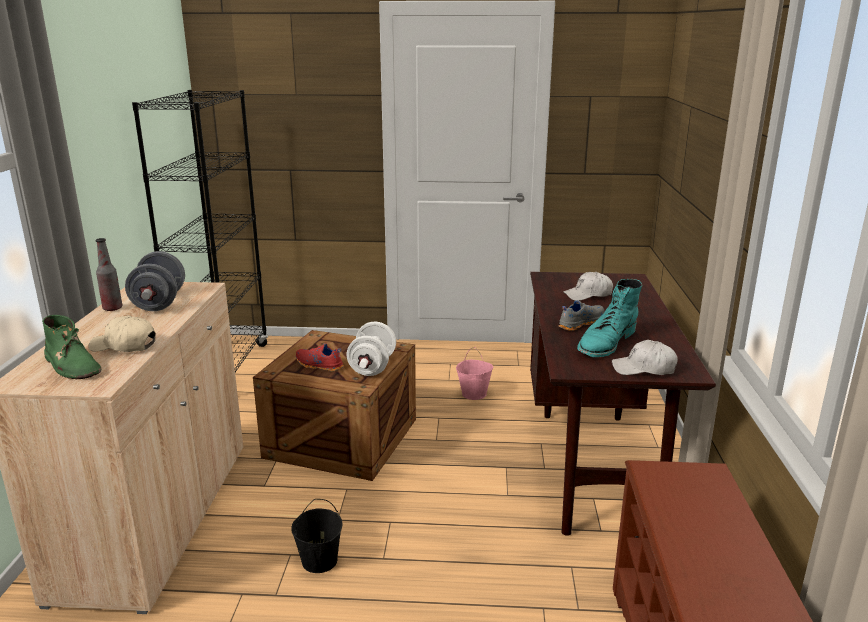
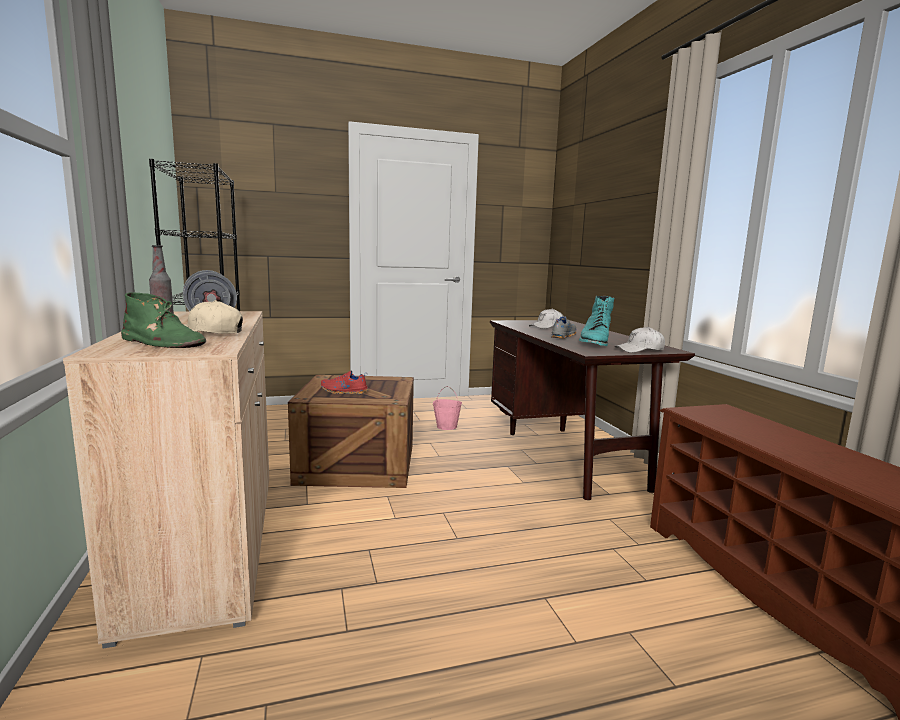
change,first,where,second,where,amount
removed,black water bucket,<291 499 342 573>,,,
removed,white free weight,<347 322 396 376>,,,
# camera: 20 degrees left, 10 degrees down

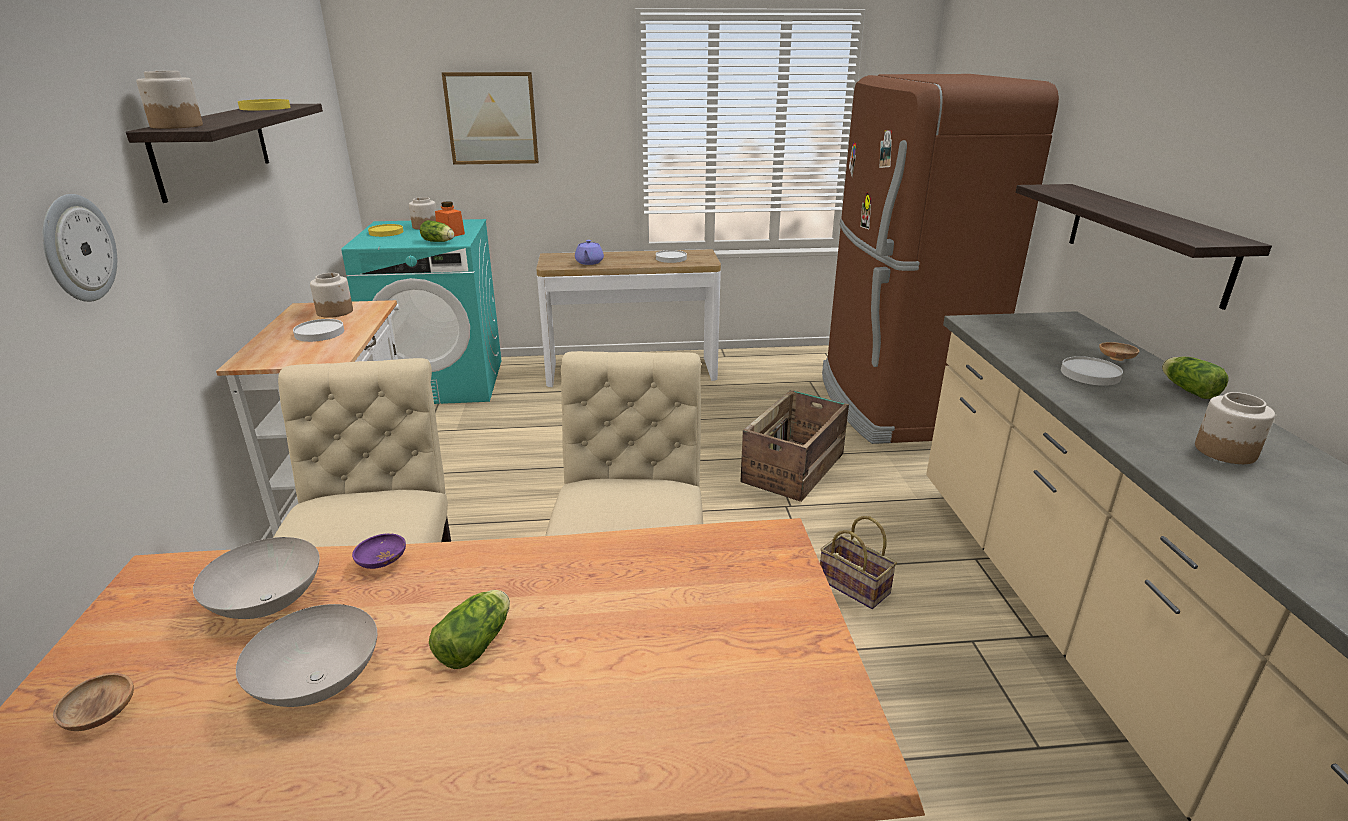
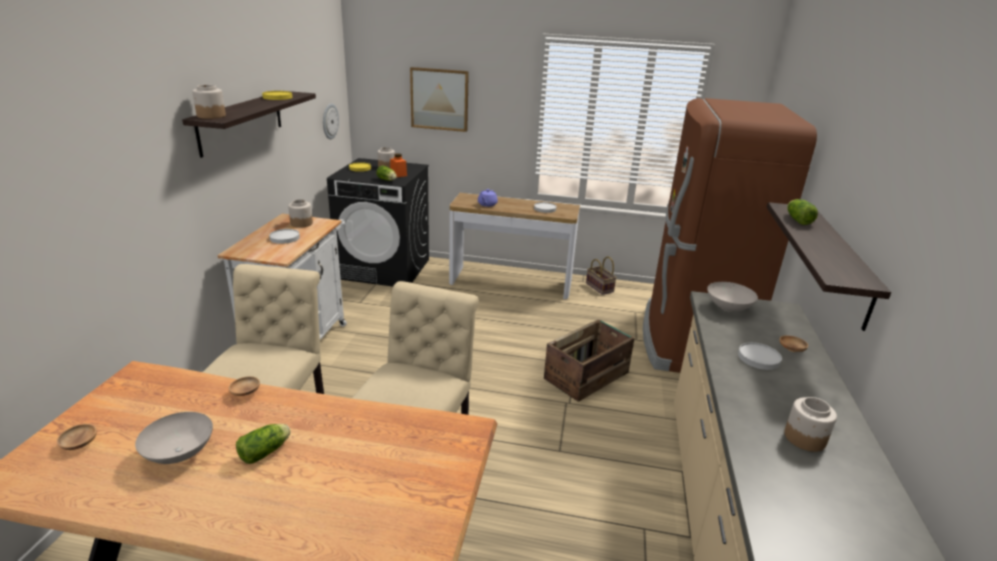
change,first,where,second,where,amount
recoloured,purple bowl,<352 533 406 569>,brownish bowl,<229 376 260 396>,
moved,hanging clock,<42 194 117 302>,,<323 103 339 139>,
recoloured,turquoise-coloured laundry appliance,<341 219 501 404>,black laundry appliance,<327 158 429 286>,
moved,basket,<820 516 897 609>,,<586 257 617 295>,
moved,white bowl,<193 537 320 619>,,<707 282 758 312>,
moved,lettuce head,<1162 356 1229 399>,,<787 199 818 225>,
# camera: 15 degrees right, 0 degrees up

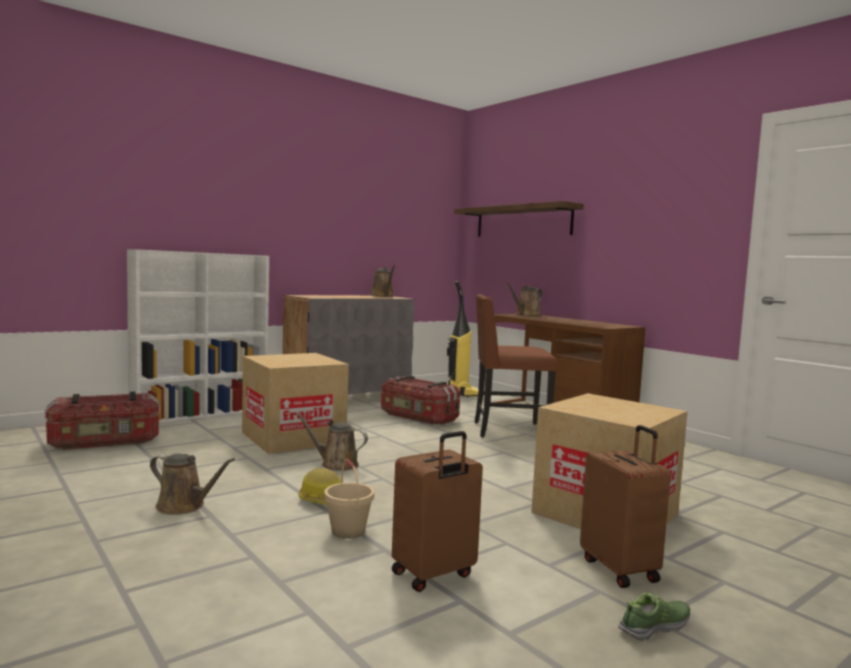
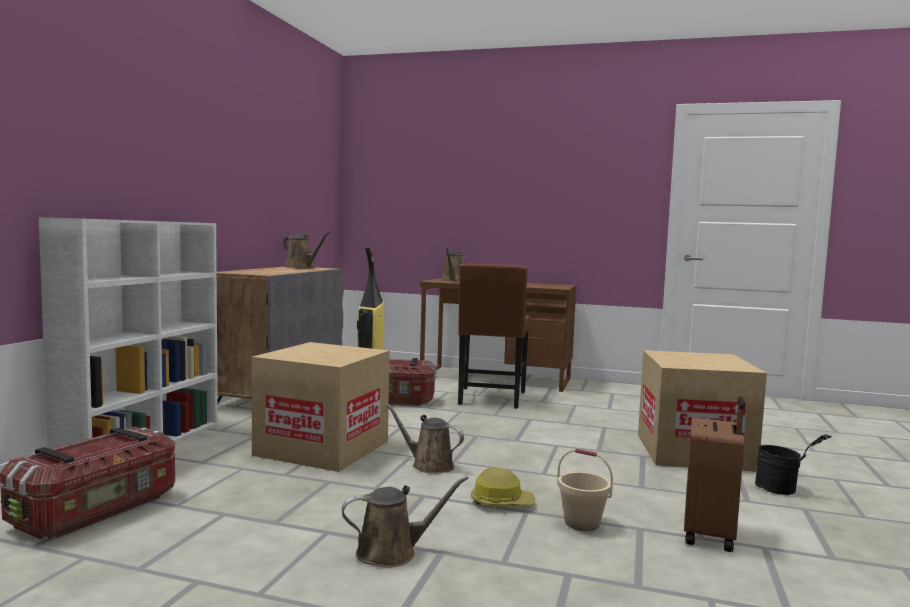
change,first,where,second,where,amount
turned,brownish watering pot,<295 412 368 471>,,<386 404 464 473>,45 degrees clockwise
turned,brownish upright chair,<475 294 557 438>,,<458 264 530 409>,45 degrees counterclockwise
replaced,brownish travel case,<580 425 671 588>,black water bucket,<755 434 832 495>,
removed,shelf,<454 201 584 237>,,,
removed,item of footwear,<618 593 690 641>,,,
# camera: 35 degrees left, 0 degrees up

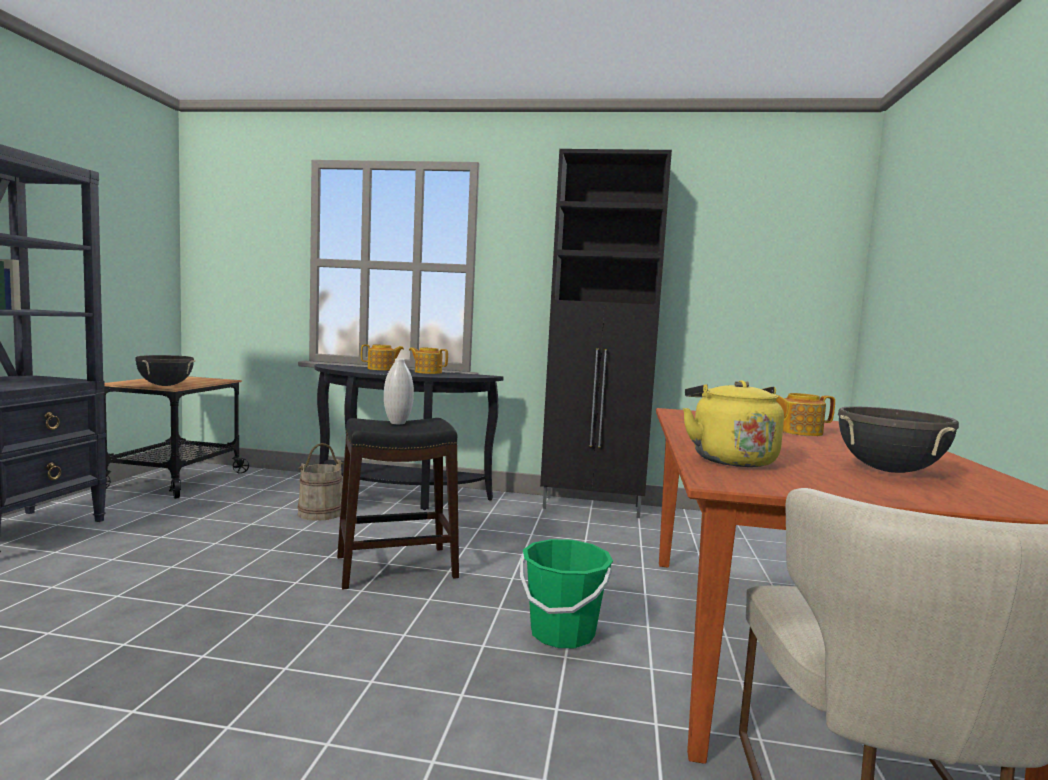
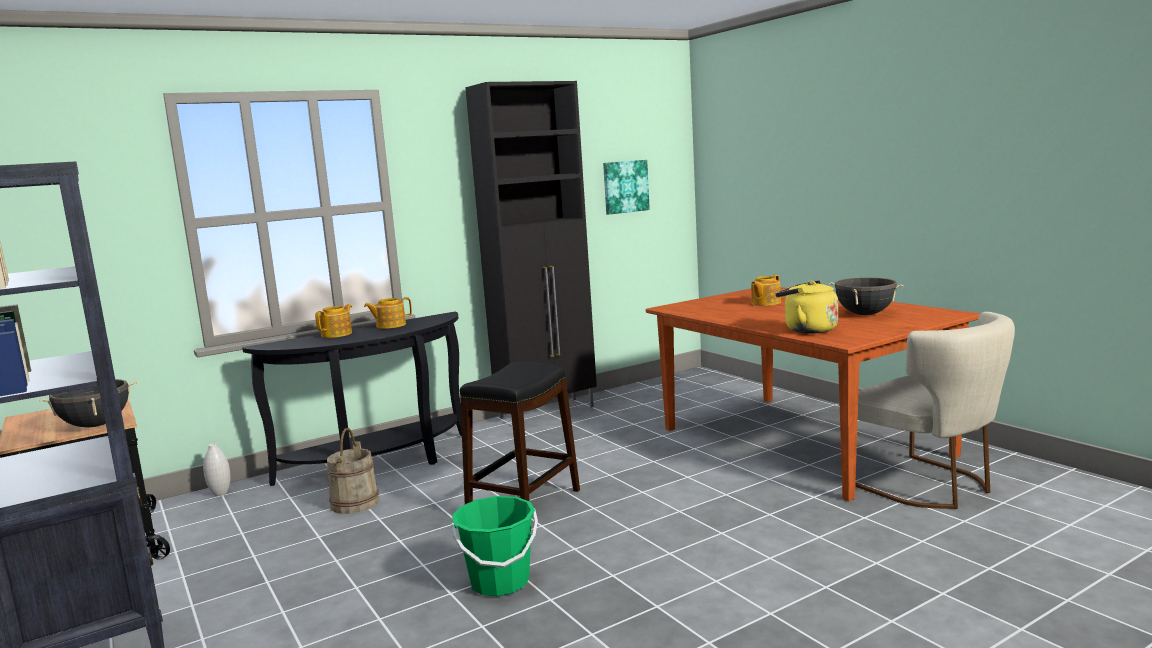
change,first,where,second,where,amount
moved,white vase,<384 358 414 424>,,<203 443 230 496>,
moved,greenish water bucket,<520 539 613 648>,,<451 496 538 596>,
added,,,wall art,<603 160 650 215>,
# camera: 40 degrees left, 5 degrees up

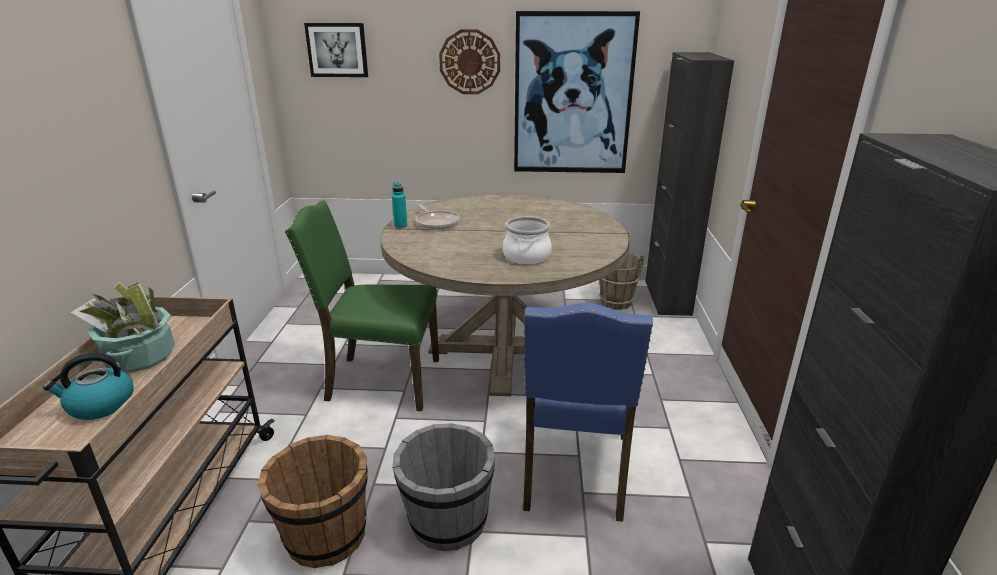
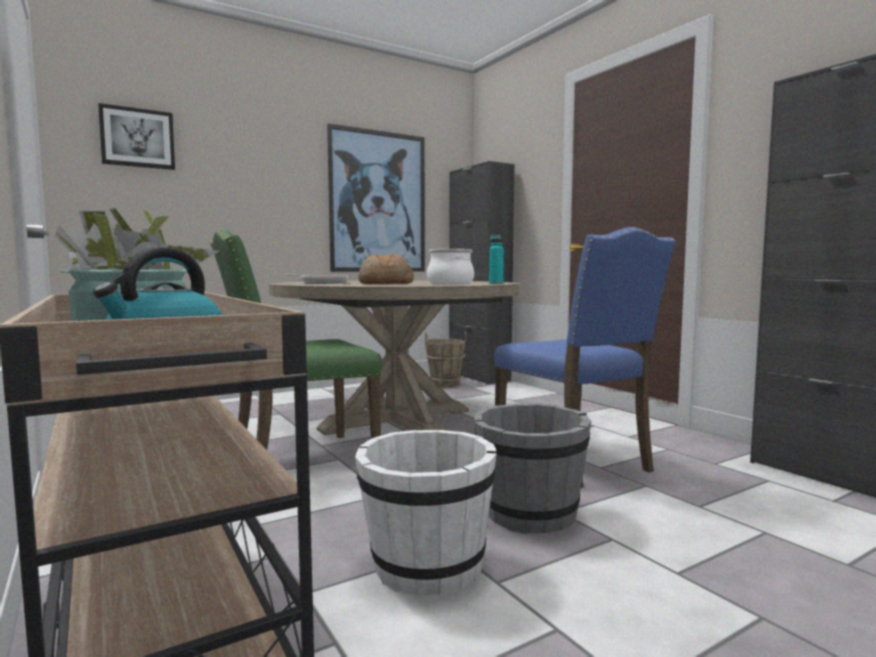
change,first,where,second,where,amount
recoloured,brownish water bucket,<258 435 368 568>,white water bucket,<355 430 497 595>,
added,,,bakery bread,<358 254 414 284>,
moved,turquoise-coloured bottle,<392 182 407 228>,,<489 234 504 284>,
removed,hanging clock,<439 29 500 94>,,,
# camera: 35 degrees left, 20 degrees down

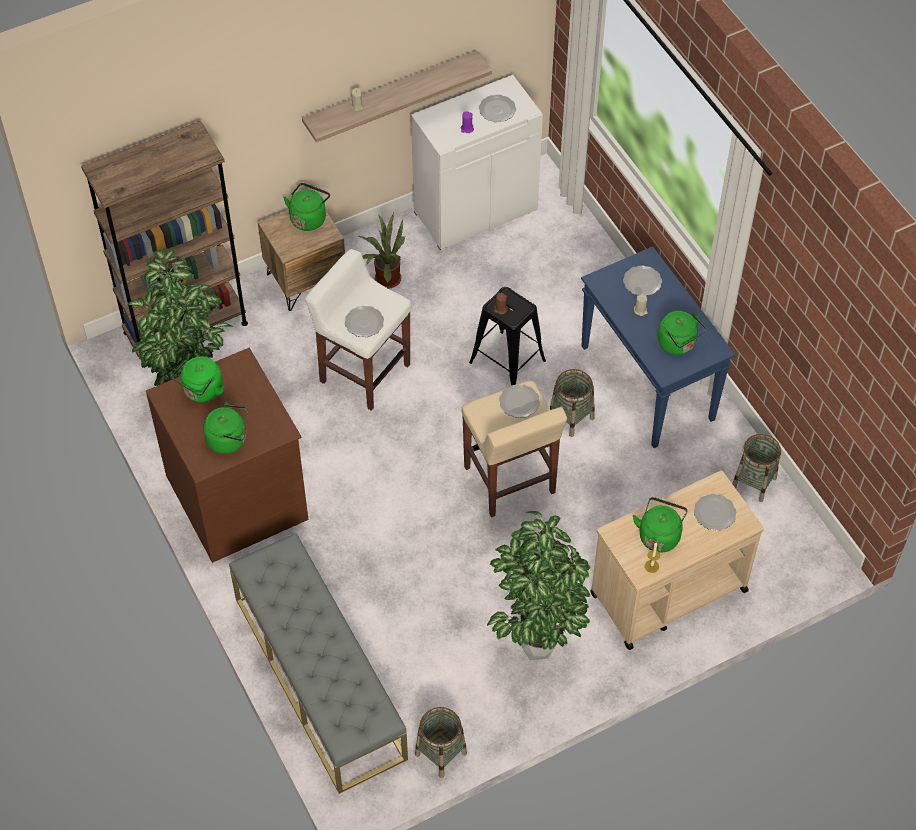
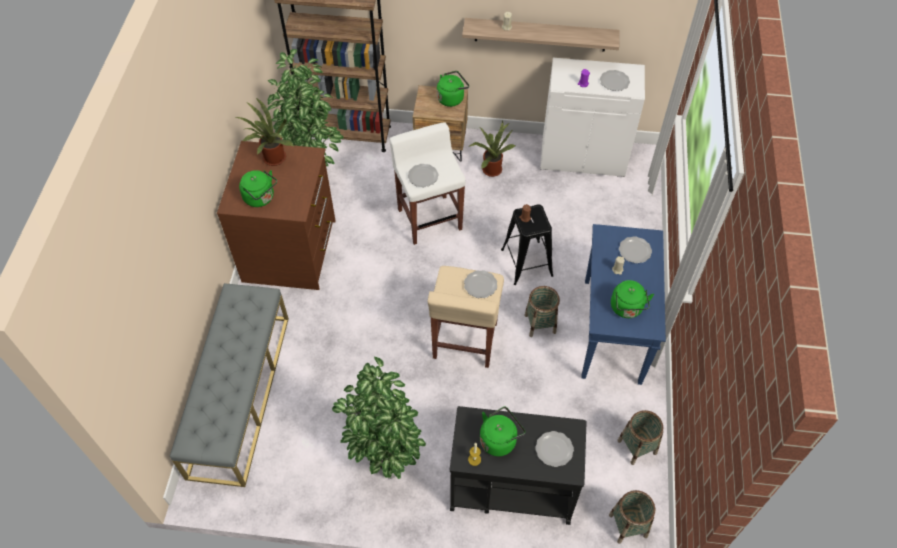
change,first,where,second,where,amount
replaced,greenish water kettle,<172 356 224 402>,houseplant,<235 98 294 166>,
recoloured,beige trolley,<590 471 764 650>,black trolley,<450 406 587 525>,
moved,basket,<415 707 467 778>,,<609 490 655 544>,
# camera: 35 degrees right, 0 degrees up

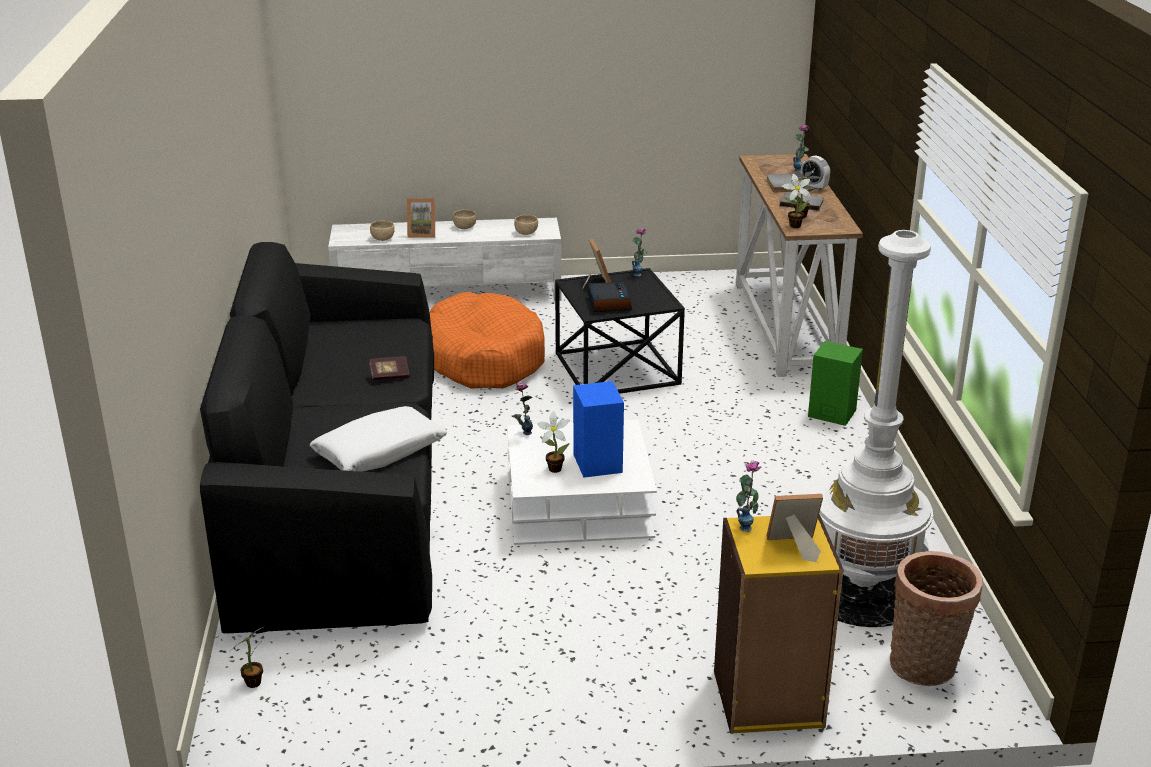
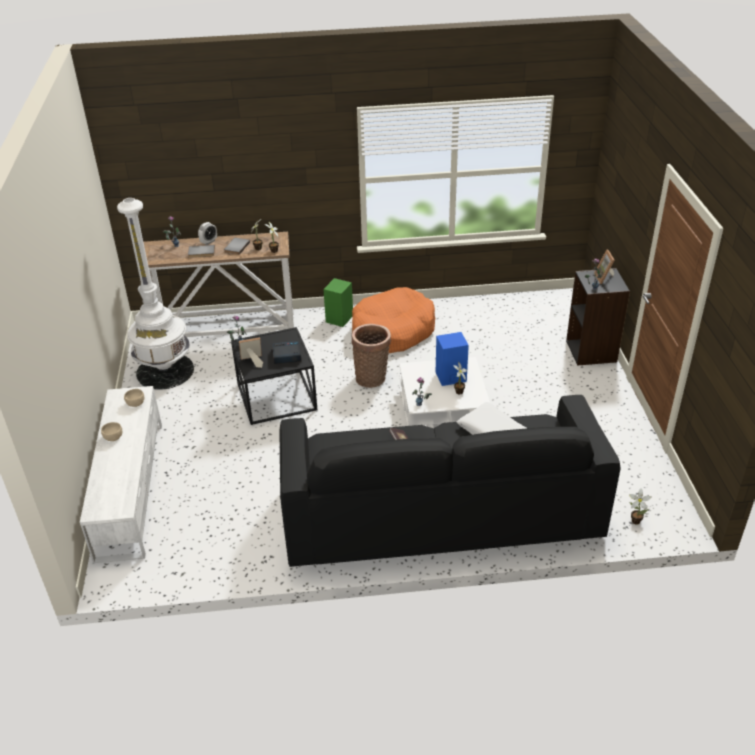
change,first,where,second,where,amount
moved,white standard lamp,<815 230 933 627>,,<117 198 194 390>,
moved,basket,<890 551 983 686>,,<351 324 391 388>,
moved,orange-coloured dog cushion,<430 292 545 389>,,<352 287 435 353>,
recoloured,yellowish bookshelf,<714 514 844 734>,black bookshelf,<566 268 630 366>,
removed,beige bowl,<370 221 395 241>,,,
removed,photo frame,<407 198 435 238>,,,
# camera: 90 degrees left, 10 degrees up

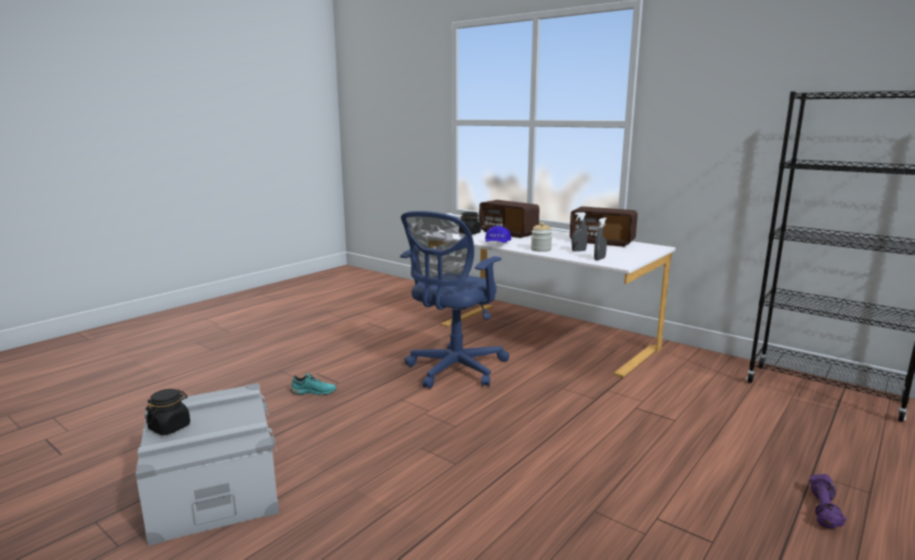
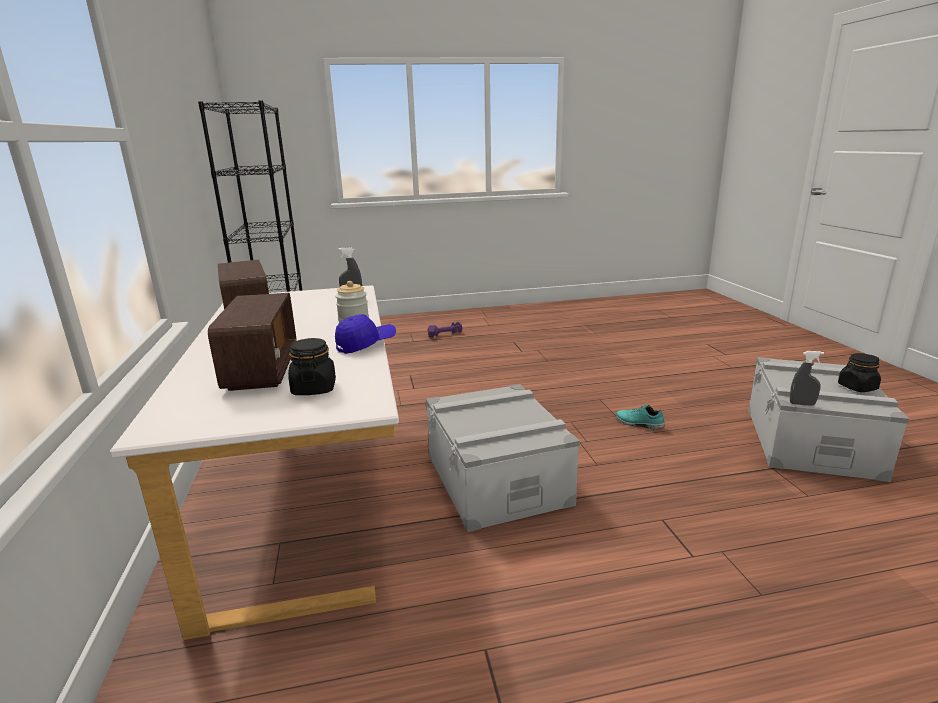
change,first,where,second,where,amount
replaced,blue desk chair,<400 211 509 389>,gray storage bin,<426 384 580 532>,
moved,turquoise-coloured item of footwear,<291 373 337 395>,,<616 404 665 429>,
moved,gray hand sprayer,<572 212 587 252>,,<790 351 824 406>,
# camera: 140 degrees left, 5 degrees up

